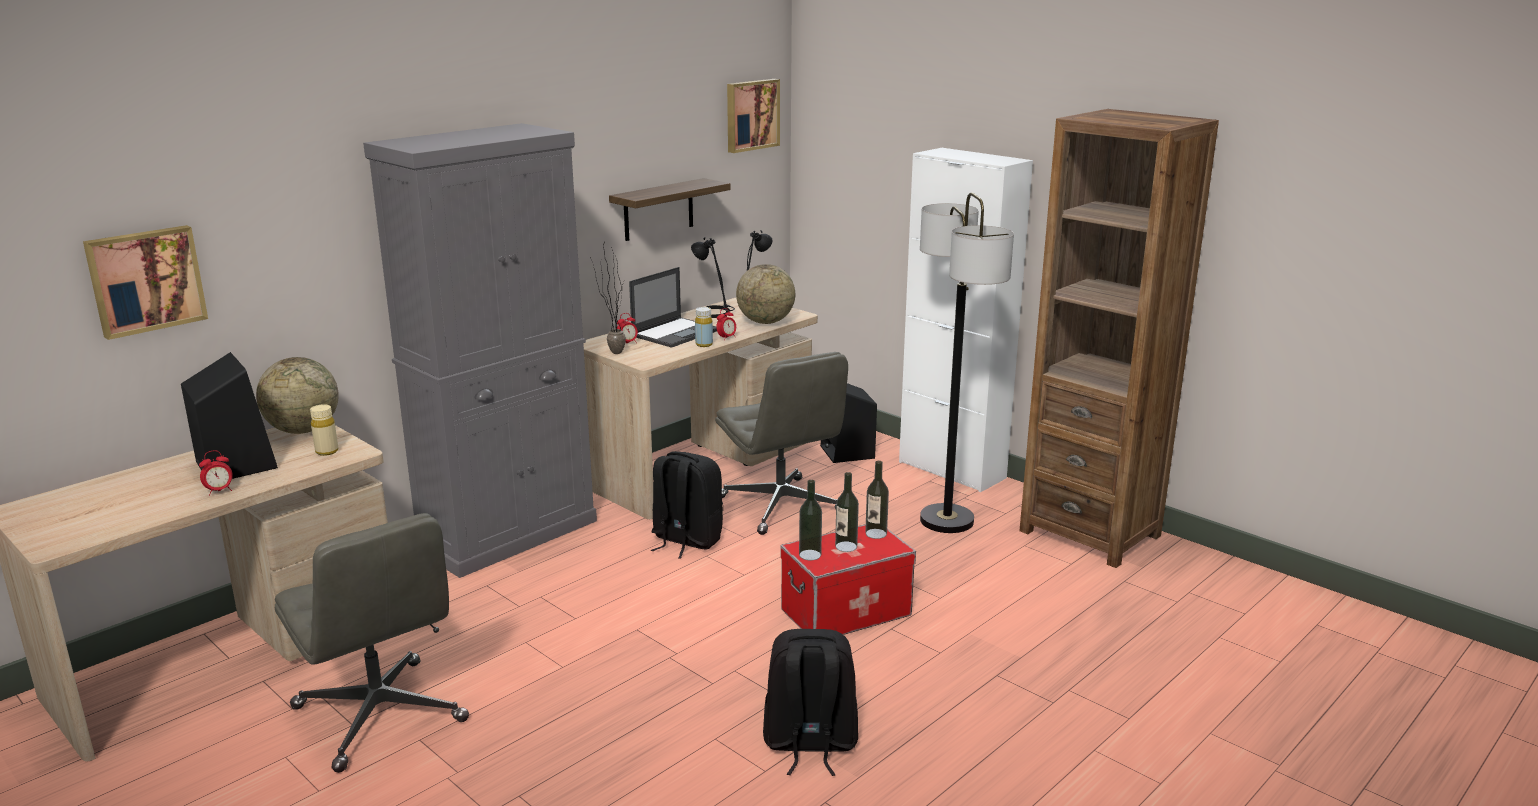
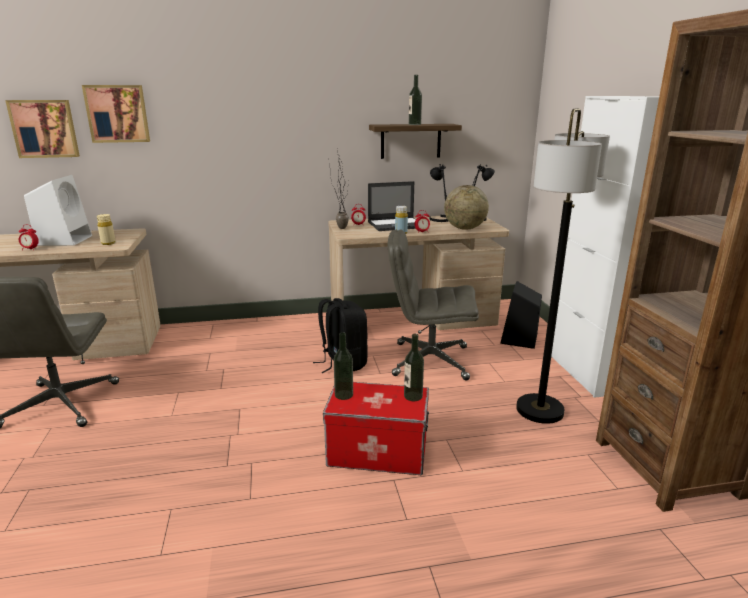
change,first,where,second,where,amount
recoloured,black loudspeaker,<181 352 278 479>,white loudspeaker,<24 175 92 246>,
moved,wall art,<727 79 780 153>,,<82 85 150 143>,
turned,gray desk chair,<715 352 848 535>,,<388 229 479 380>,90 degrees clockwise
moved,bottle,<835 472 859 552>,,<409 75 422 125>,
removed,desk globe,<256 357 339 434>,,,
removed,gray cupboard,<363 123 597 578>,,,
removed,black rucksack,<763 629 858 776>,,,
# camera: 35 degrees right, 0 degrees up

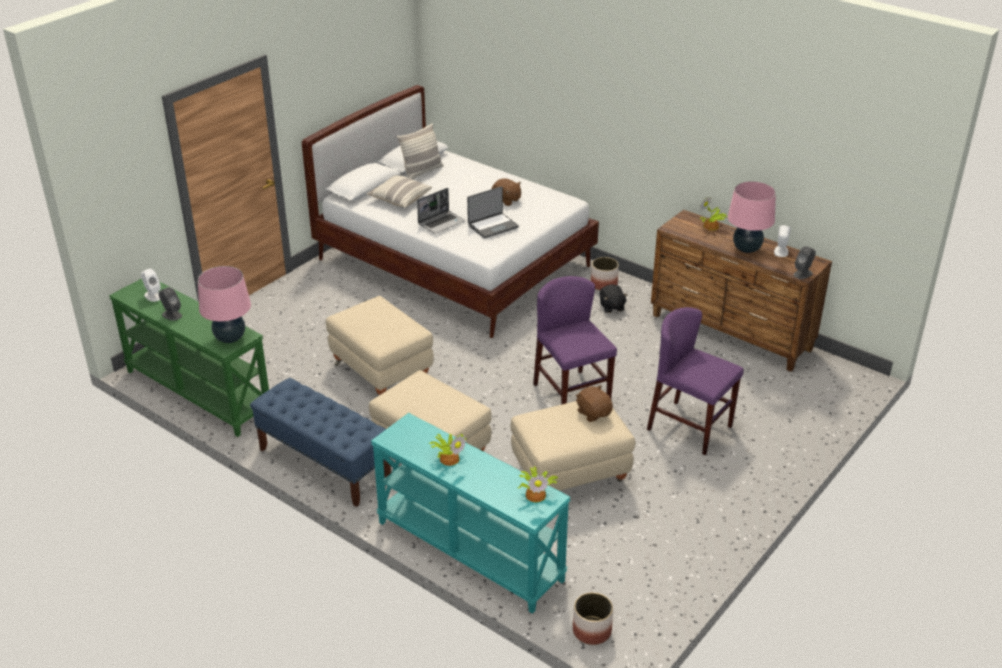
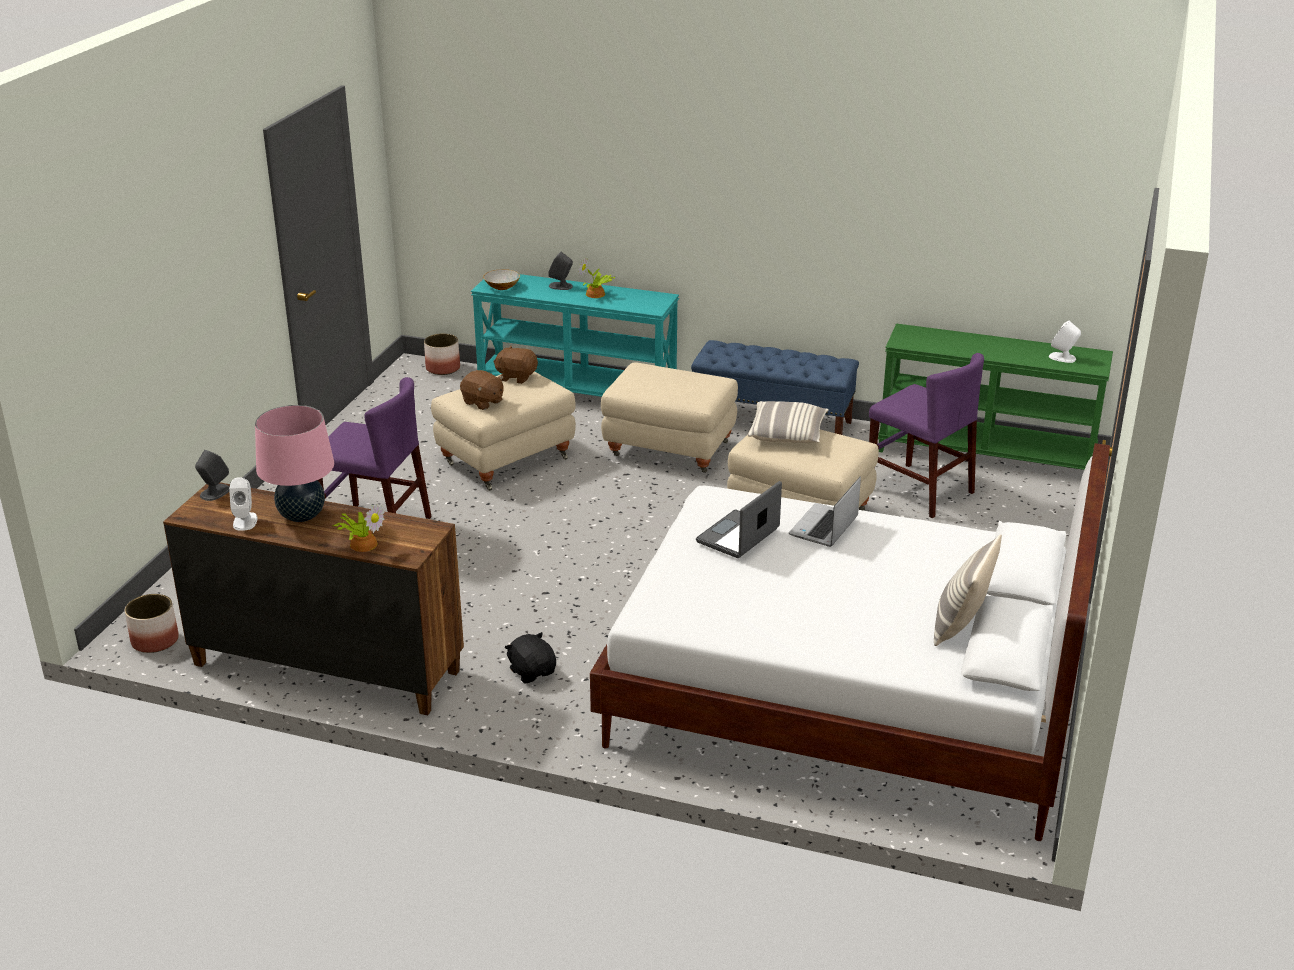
change,first,where,second,where,amount
moved,plant pot,<591 257 619 290>,,<125 594 179 653>,
replaced,houseplant,<517 466 558 502>,bowl,<483 269 520 290>,
moved,brownish cuddly toy,<492 178 521 206>,,<493 346 538 384>,
moved,gray loudspeaker,<158 287 182 321>,,<548 252 573 290>,
moved,pillow,<366 175 432 208>,,<748 401 829 443>,
moved,purple upright chair,<533 276 617 405>,,<869 353 984 518>,
removed,pink-coloured lamp for a table,<198 266 251 343>,,,
# camera: 160 degrees right, 5 degrees down

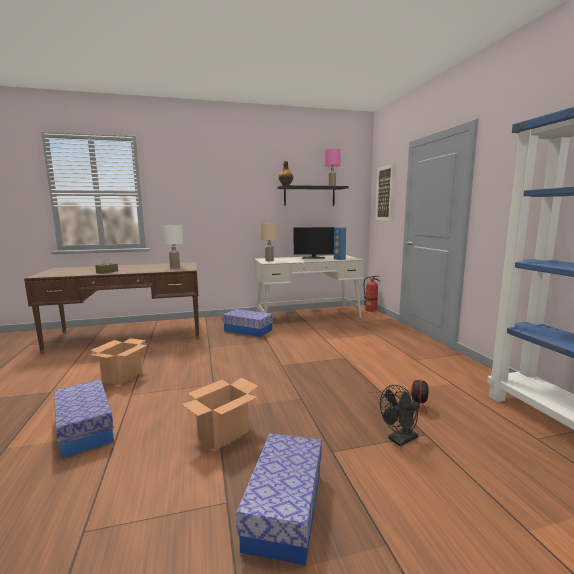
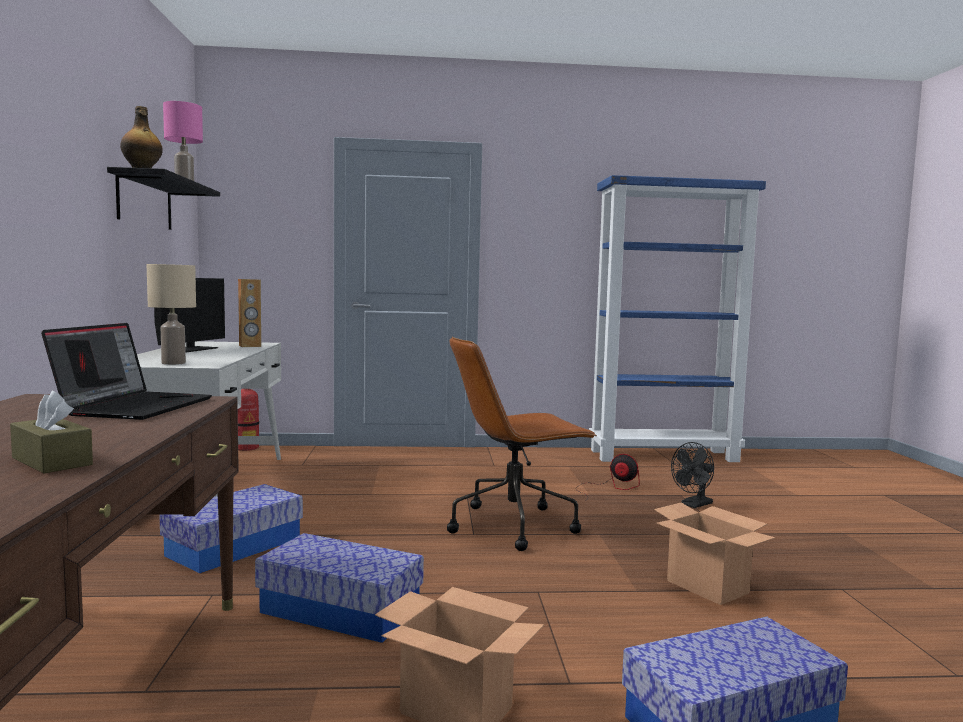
change,first,where,second,where,amount
replaced,white lamp for a table,<162 225 183 269>,laptop,<41 323 212 420>,
recoloured,blue loudspeaker,<334 227 346 260>,brownish loudspeaker,<238 279 261 347>,
moved,storage bin,<236 433 322 565>,,<255 533 424 643>,
added,,,brownish desk chair,<447 337 597 551>,
turned,black cooling fan,<380 385 420 446>,,<671 442 714 508>,75 degrees clockwise
removed,wall art,<375 164 394 221>,,,
# camera: 80 degrees left, 5 degrees down

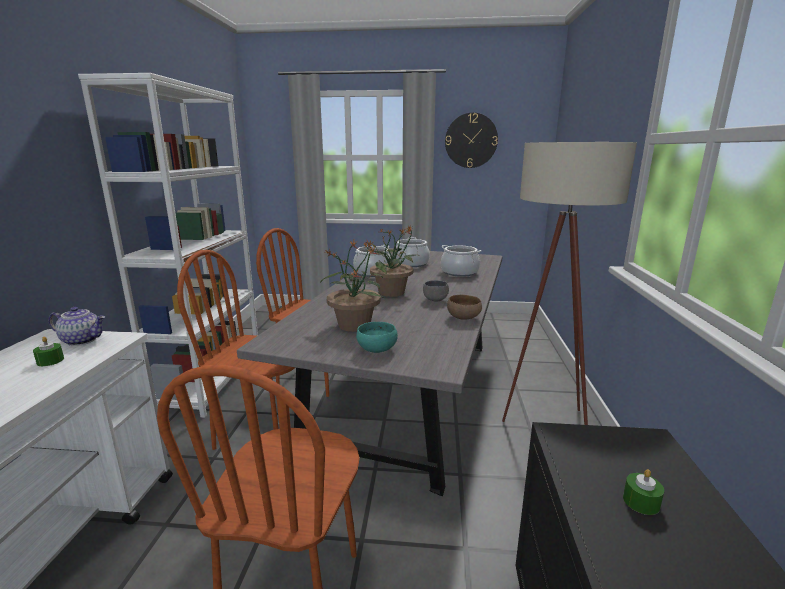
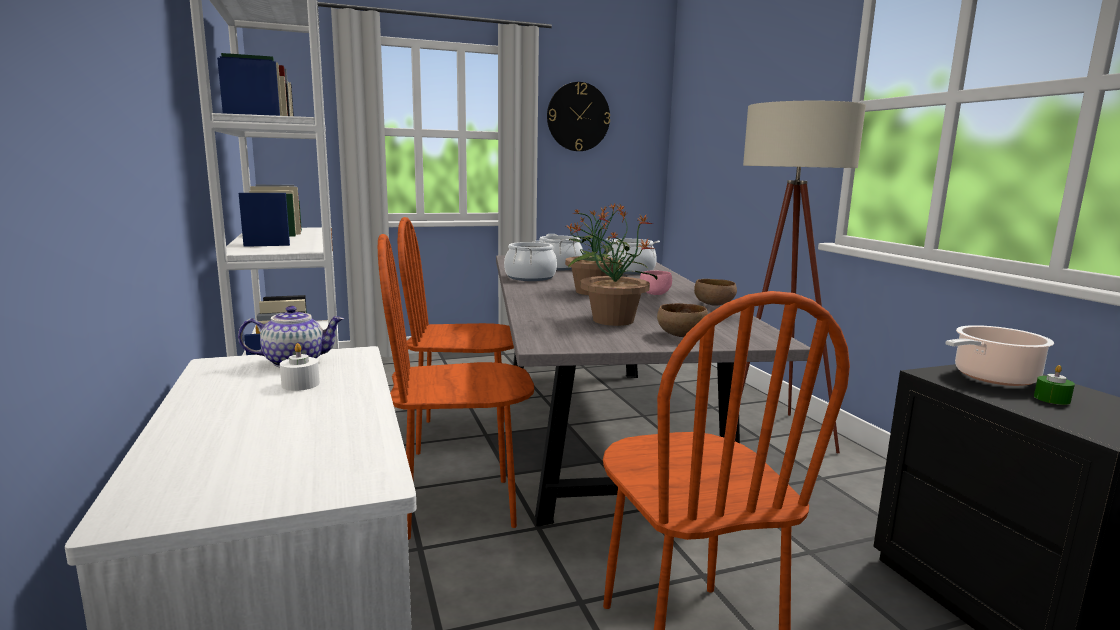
change,first,where,second,where,amount
recoloured,greenish wax candle,<33 337 64 366>,white wax candle,<280 343 320 391>,
recoloured,gray bowl,<423 280 449 302>,pink-coloured bowl,<640 271 672 295>,
recoloured,turquoise-coloured bowl,<356 322 398 353>,brownish bowl,<657 303 708 337>,
added,,,cooking pot,<945 325 1054 386>,
# camera: 25 degrees left, 5 degrees down

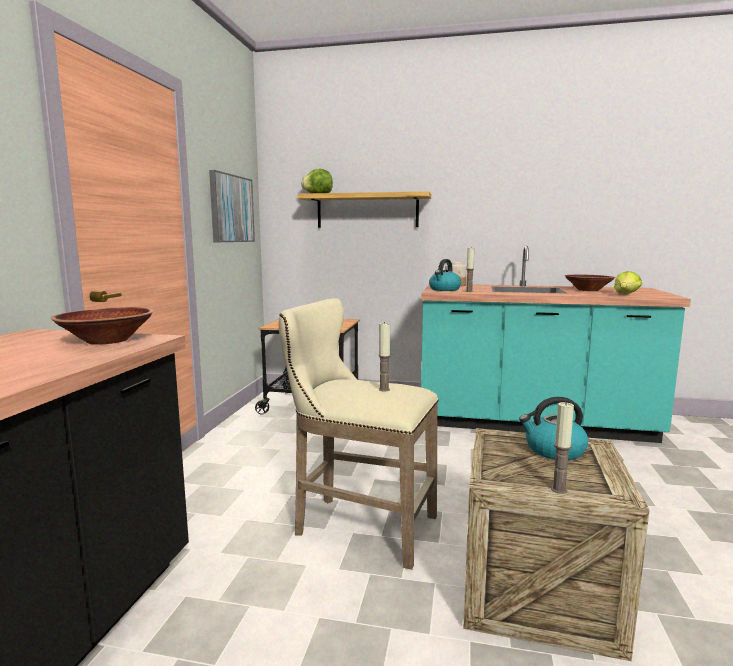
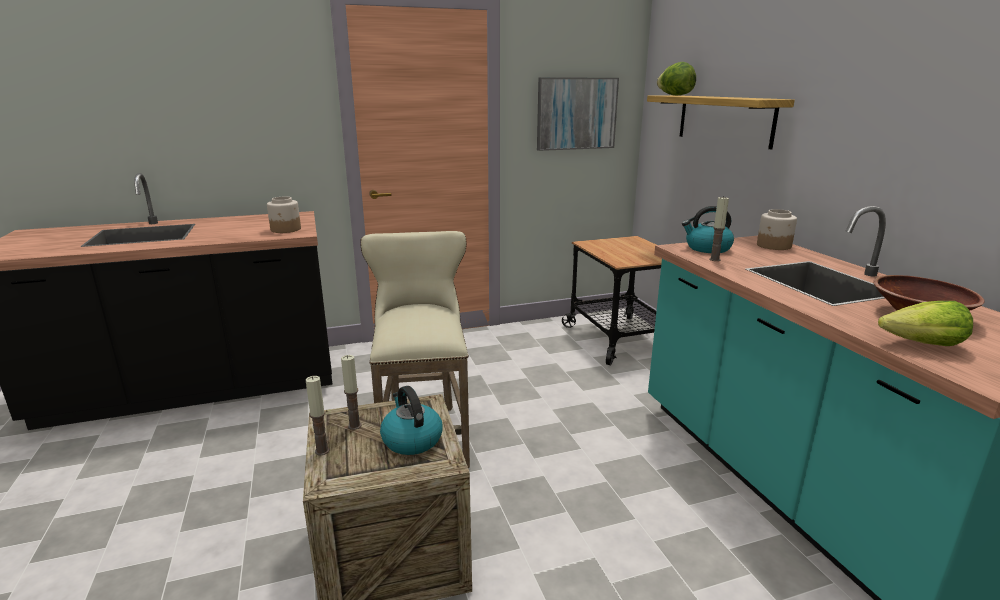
change,first,where,second,where,amount
replaced,brownish bowl,<51 307 154 345>,storage jar,<267 197 301 233>,
moved,wax candle,<378 322 391 392>,,<341 355 362 430>,
# camera: 60 degrees right, 10 degrees up

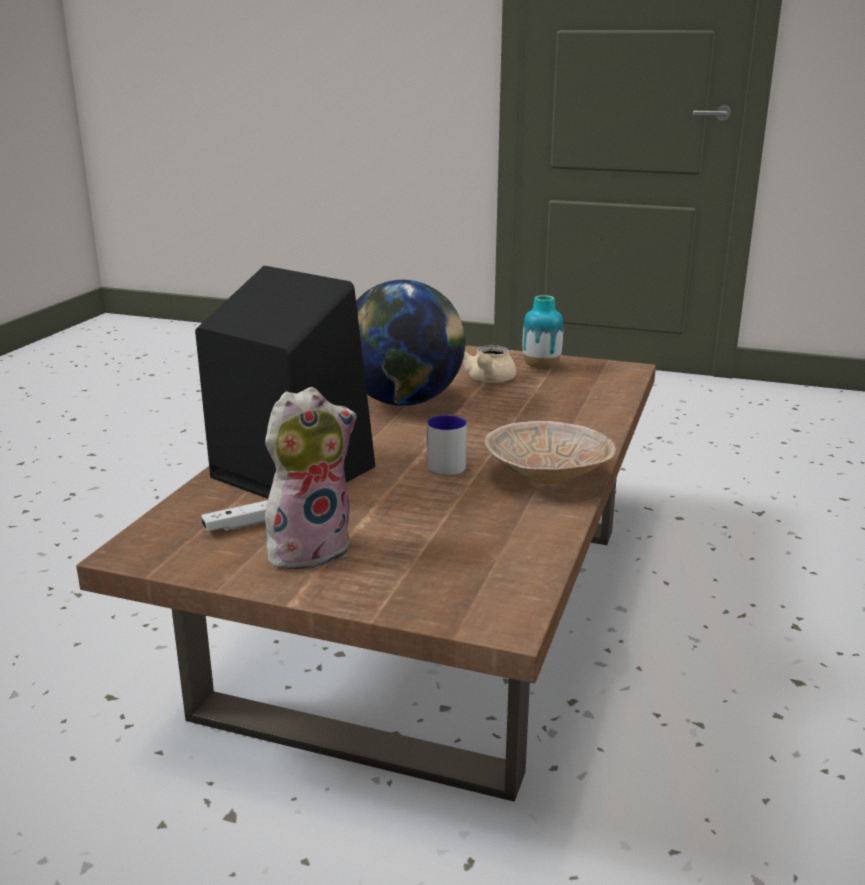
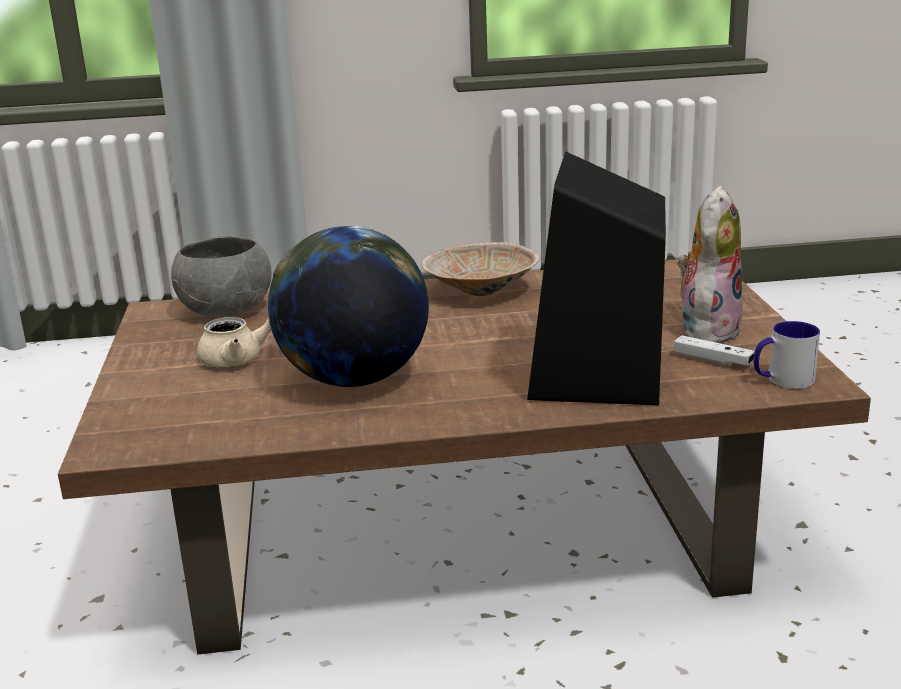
change,first,where,second,where,amount
added,,,gray bowl,<171 236 271 317>,
turned,cuddly toy,<265 387 356 573>,,<677 186 743 343>,90 degrees clockwise
moved,coffee mug,<427 415 467 475>,,<754 321 820 389>,
removed,vase,<523 295 563 369>,,,
# camera: 115 degrees left, 0 degrees up

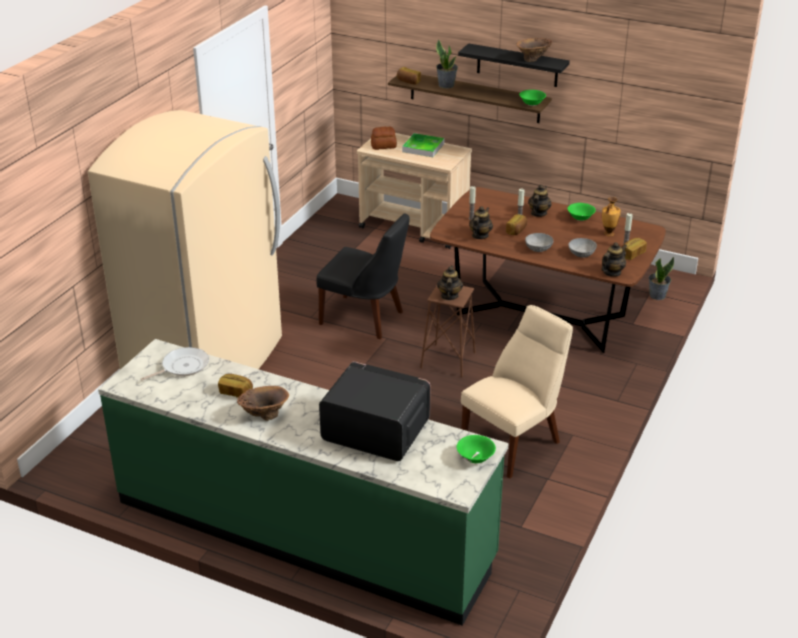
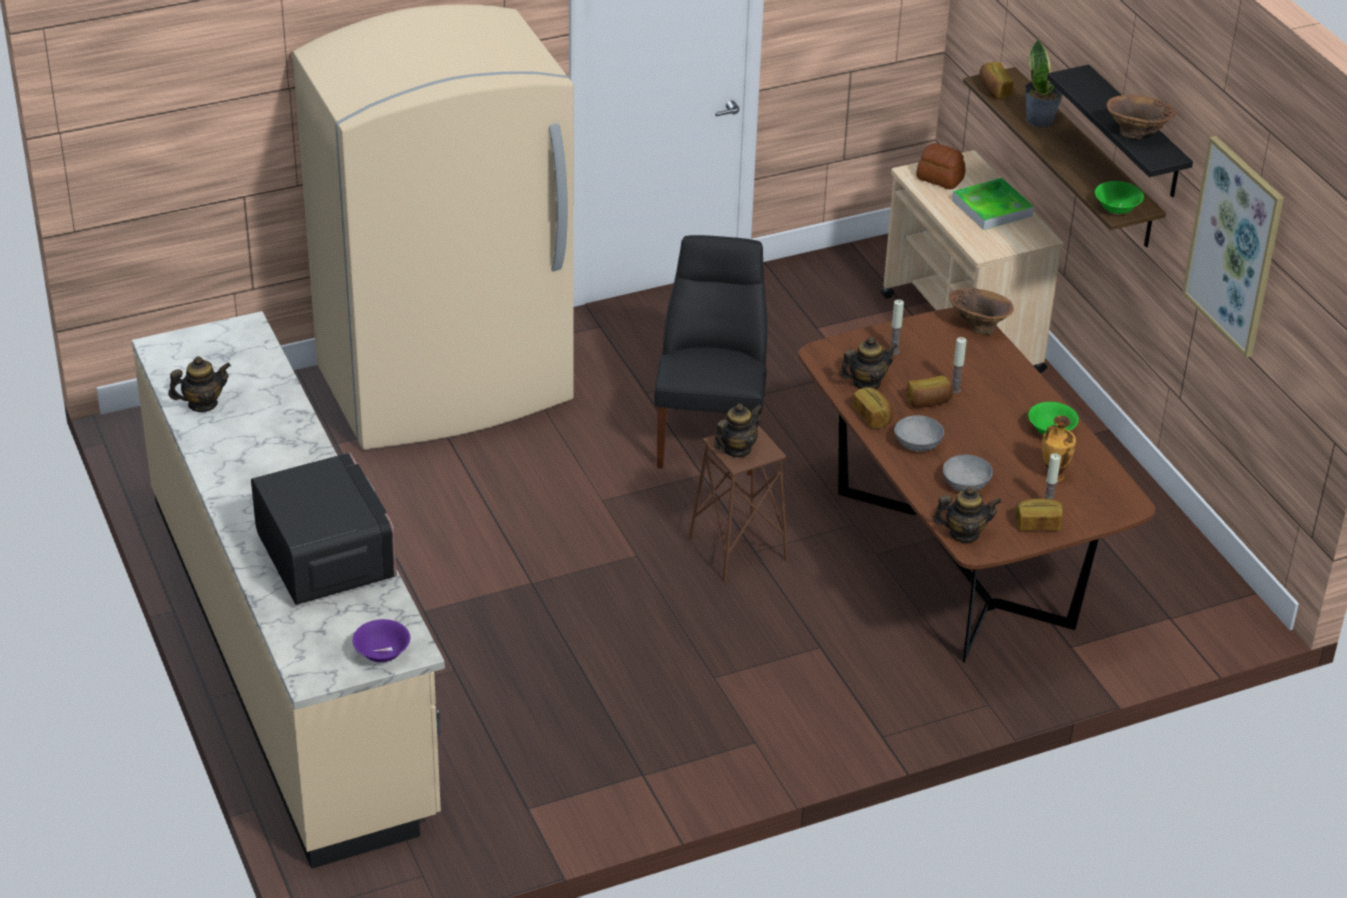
change,first,where,second,where,amount
recoloured,greenish kitchen base unit,<98 339 508 626>,beige kitchen base unit,<132 311 445 869>,
moved,tea pot,<528 185 552 217>,,<168 356 231 412>,
recoloured,greenish bowl,<457 435 496 463>,purple bowl,<352 619 410 663>,
turned,black upright chair,<317 213 410 339>,,<654 235 767 476>,150 degrees counterclockwise
moved,bakery bread,<218 374 253 398>,,<853 387 893 428>,
moved,brownish vase,<237 386 289 421>,,<949 288 1014 335>,
added,,,wall art,<1182 136 1284 358>,
removed,skillet,<141 347 209 381>,,,
removed,beige upright chair,<461 305 573 479>,,,
removed,houseplant,<649 257 674 300>,,,
# camera: 40 degrees right, 5 degrees up

